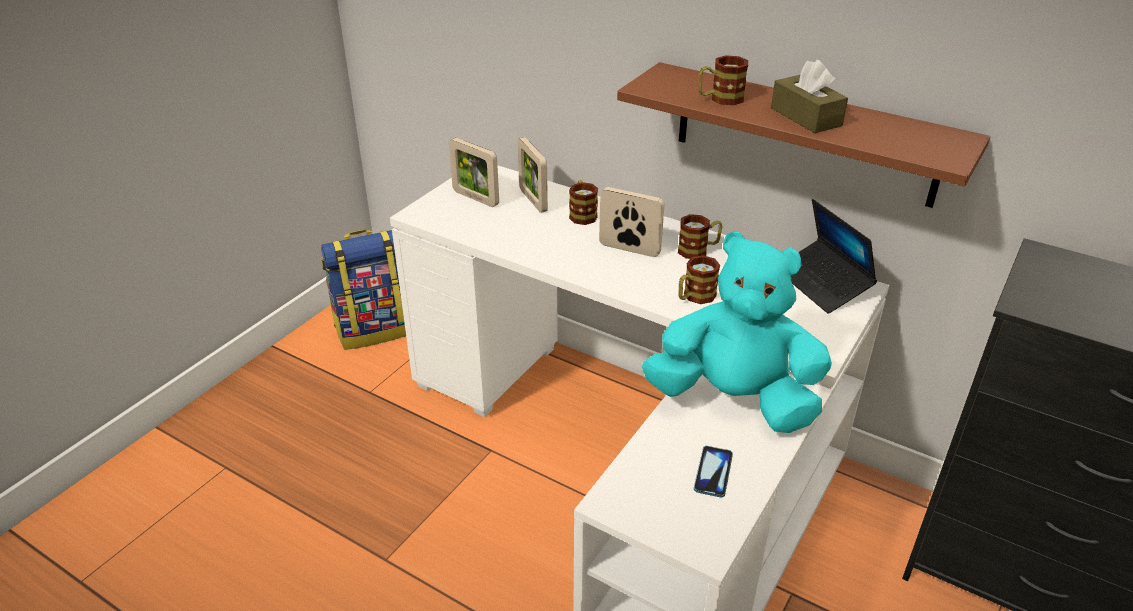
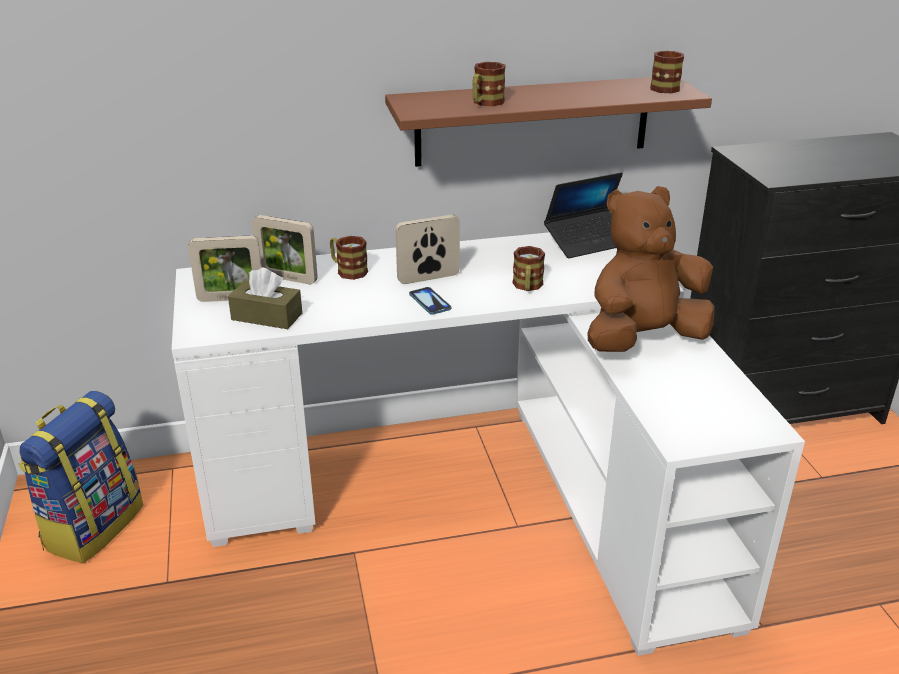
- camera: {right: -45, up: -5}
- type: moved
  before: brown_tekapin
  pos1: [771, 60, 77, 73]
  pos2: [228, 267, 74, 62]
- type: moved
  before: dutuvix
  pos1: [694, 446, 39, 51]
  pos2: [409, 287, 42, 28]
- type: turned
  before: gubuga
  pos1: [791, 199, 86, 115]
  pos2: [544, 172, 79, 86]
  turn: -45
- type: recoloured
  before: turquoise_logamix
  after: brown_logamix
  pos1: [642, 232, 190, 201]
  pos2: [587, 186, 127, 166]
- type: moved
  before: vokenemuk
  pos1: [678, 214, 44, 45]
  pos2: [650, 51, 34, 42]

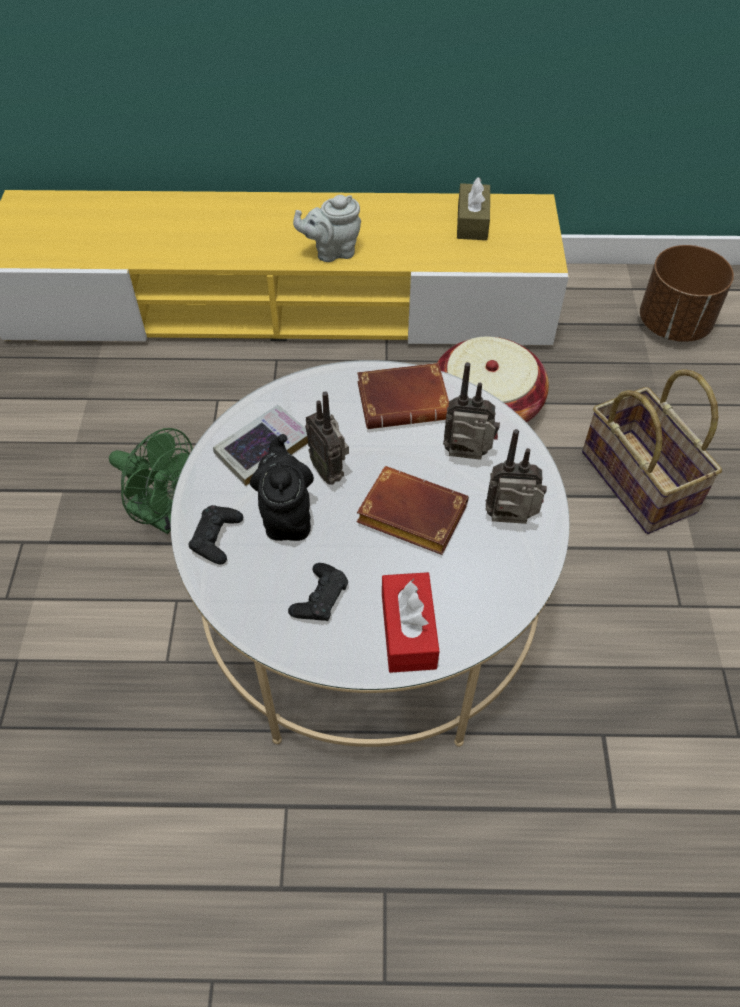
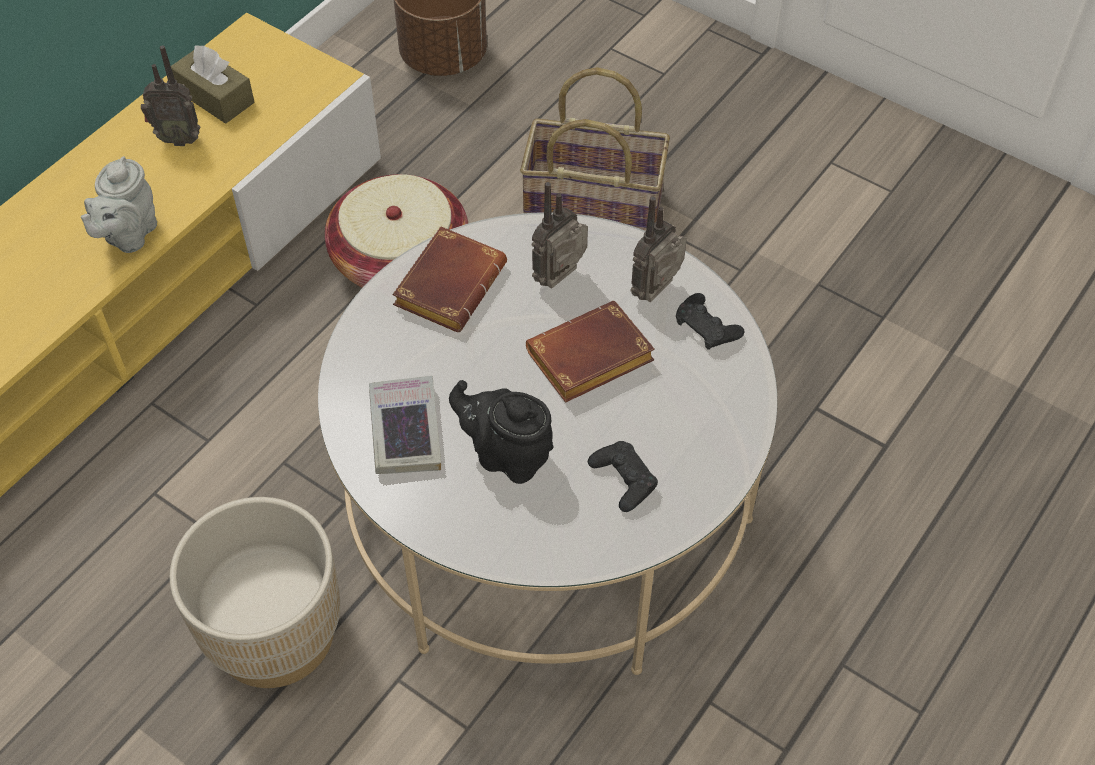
- camera: {right: -55, up: 0}
- type: moved
  before: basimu
  pos1: [305, 391, 44, 94]
  pos2: [141, 45, 59, 101]
- type: replaced
  before: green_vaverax
  after: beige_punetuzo
  pos1: [109, 428, 84, 106]
  pos2: [169, 497, 172, 191]
- type: moved
  before: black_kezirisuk
  pos1: [188, 505, 55, 59]
  pos2: [676, 293, 68, 57]
- type: removed
  before: red_tekapin
  pos1: [382, 572, 58, 101]

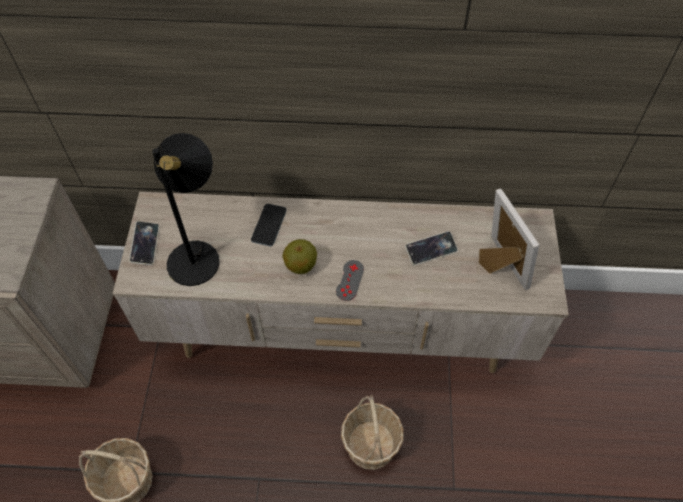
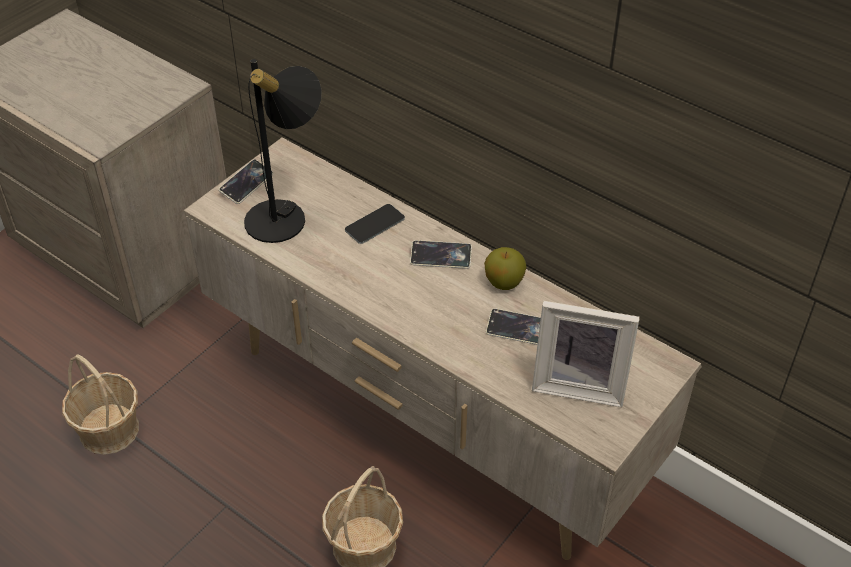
- camera: {right: 35, up: -10}
- type: added
  after: dutuvix
  pos2: [410, 240, 62, 29]
- type: moved
  before: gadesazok
  pos1: [282, 239, 35, 35]
  pos2: [484, 247, 42, 43]
- type: turned
  before: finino
  pos1: [479, 188, 60, 103]
  pos2: [532, 301, 108, 106]
  turn: 90
- type: removed
  before: grey_kezirisuk
  pos1: [336, 260, 28, 41]

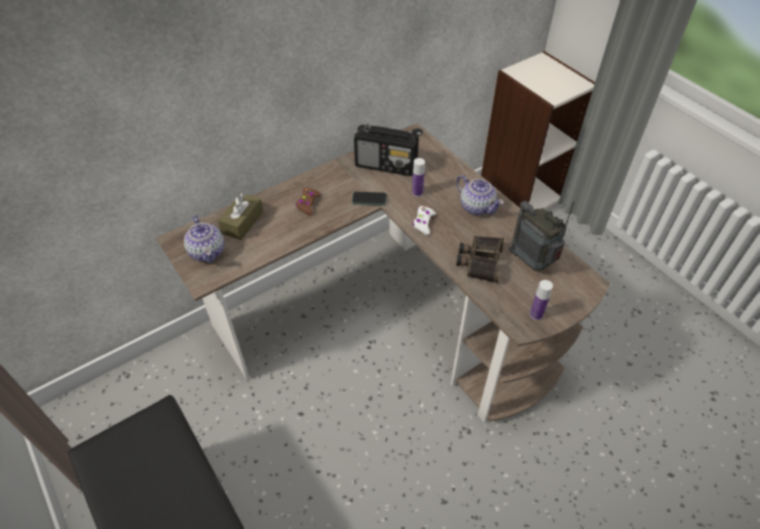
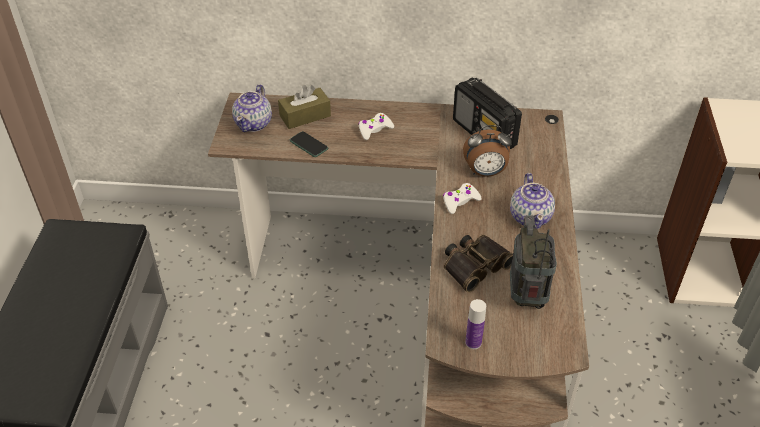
- camera: {right: 40, up: -5}
- type: moved
  before: dutuvix
  pos1: [352, 192, 35, 13]
  pos2: [290, 131, 38, 26]
- type: recoloured
  before: brown_kezirisuk
  after: white_kezirisuk
  pos1: [296, 188, 25, 28]
  pos2: [359, 113, 35, 27]
- type: replaced
  before: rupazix
  after: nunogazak
  pos1: [412, 158, 13, 39]
  pos2: [463, 125, 49, 52]

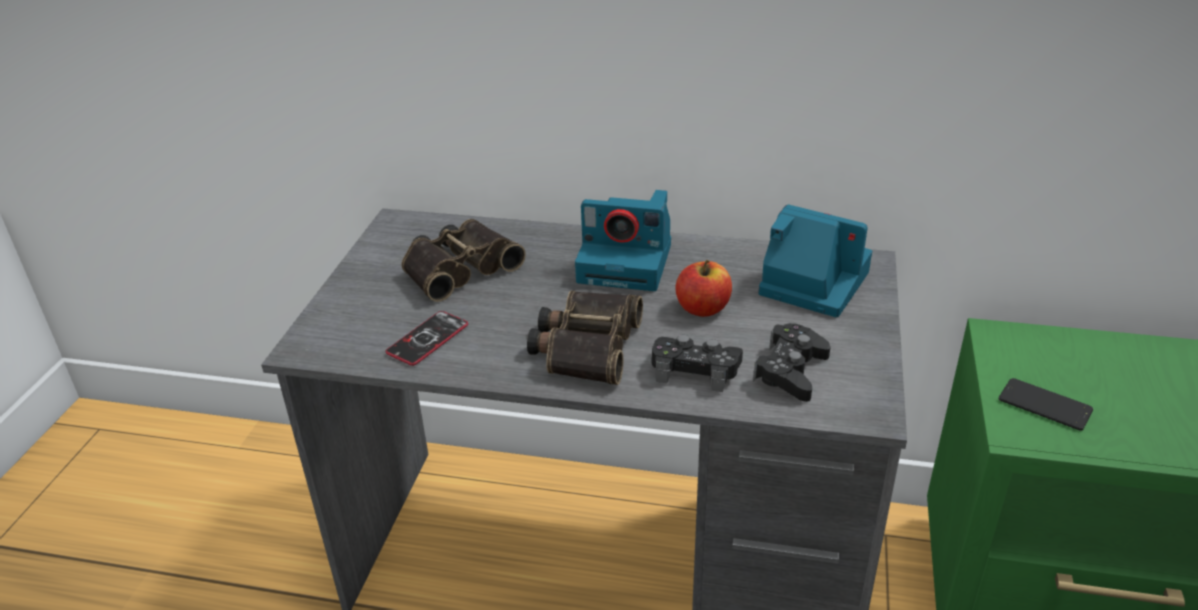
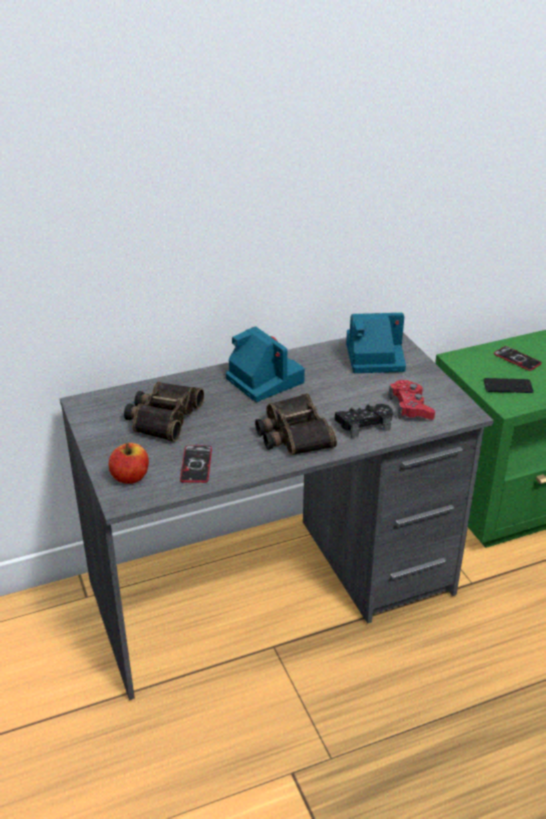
- camera: {right: -35, up: 0}
- type: moved
  before: gadesazok
  pos1: [675, 260, 57, 57]
  pos2: [109, 443, 40, 41]
- type: turned
  before: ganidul
  pos1: [575, 190, 96, 101]
  pos2: [226, 326, 79, 76]
  turn: -105
- type: recoloured
  before: black_kezirisuk
  after: red_kezirisuk
  pos1: [753, 323, 77, 79]
  pos2: [388, 380, 47, 40]
- type: added
  after: dutuvix
  pos2: [494, 346, 48, 25]

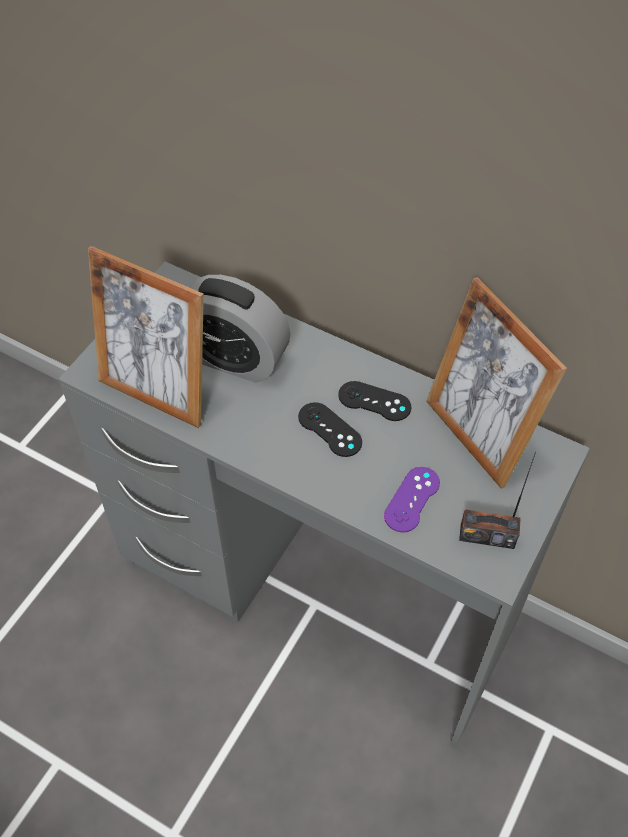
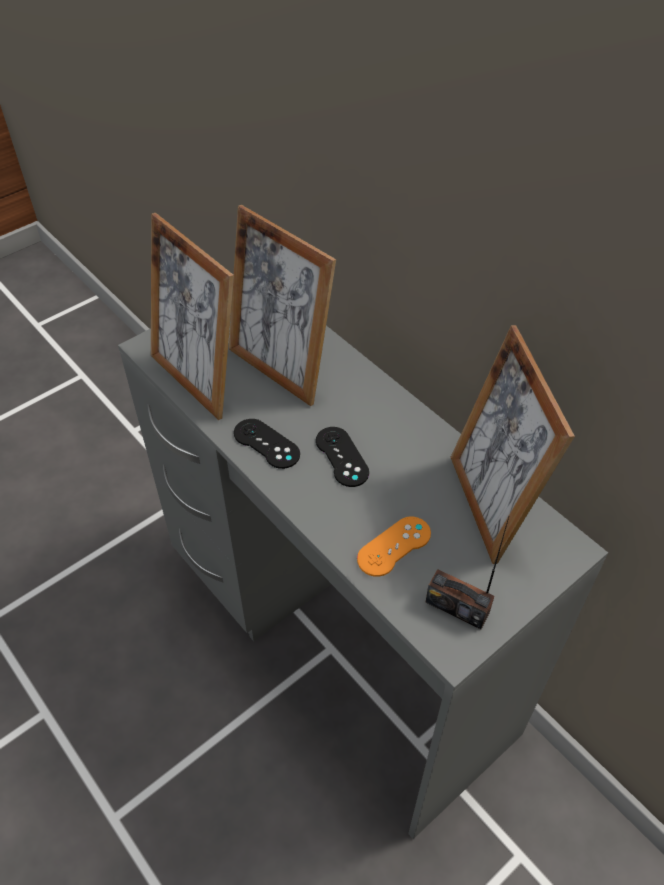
- camera: {right: 20, up: -5}
- type: replaced
  before: nunogazak
  after: finino
  pos1: [189, 275, 101, 108]
  pos2: [229, 205, 107, 201]
- type: moved
  before: black_kezirisuk
  pos1: [338, 381, 73, 40]
  pos2: [234, 419, 66, 50]
- type: recoloured
  before: purple_kezirisuk
  after: orange_kezirisuk
  pos1: [384, 467, 56, 66]
  pos2: [357, 517, 74, 60]

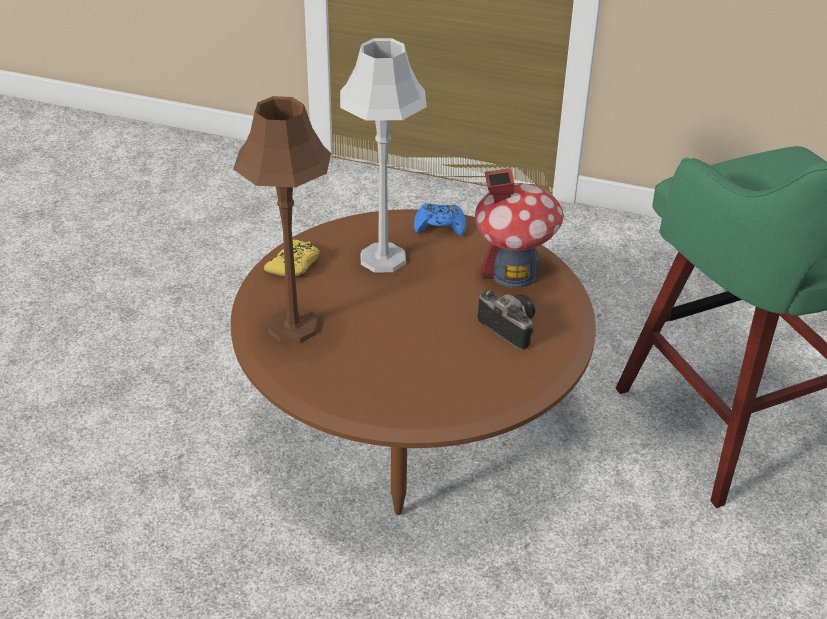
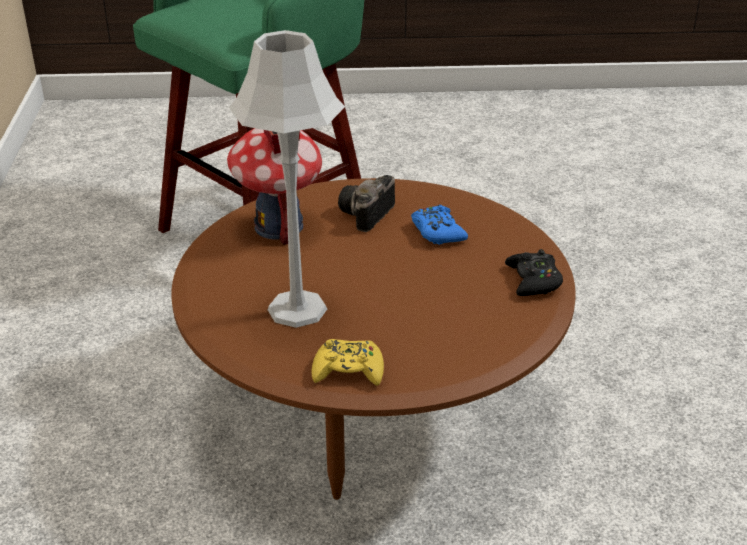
- camera: {right: -110, up: -5}
- type: moved
  before: blue_kezirisuk
  pos1: [414, 203, 52, 33]
  pos2: [411, 205, 57, 40]
- type: added
  after: black_kezirisuk
  pos2: [505, 249, 58, 47]
- type: removed
  before: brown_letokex
  pos1: [233, 96, 98, 247]

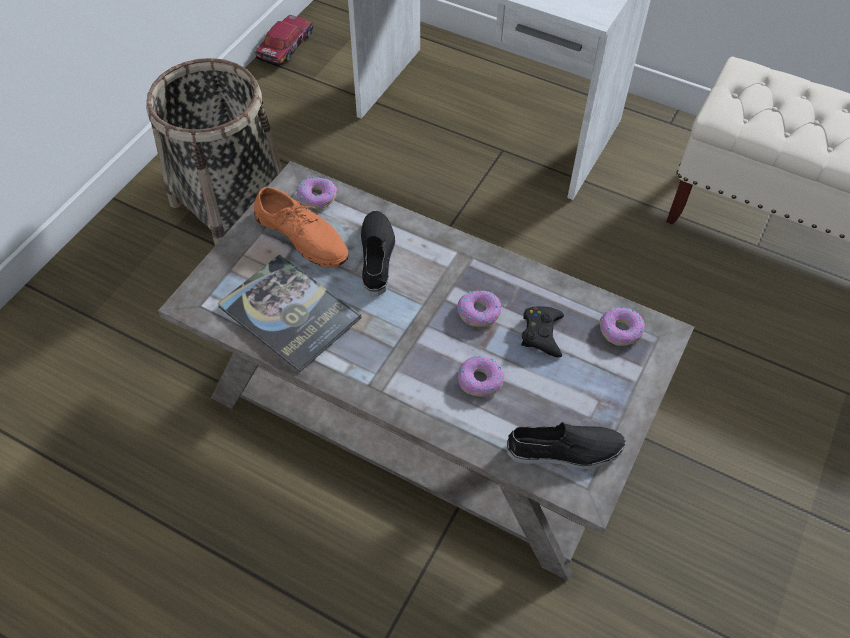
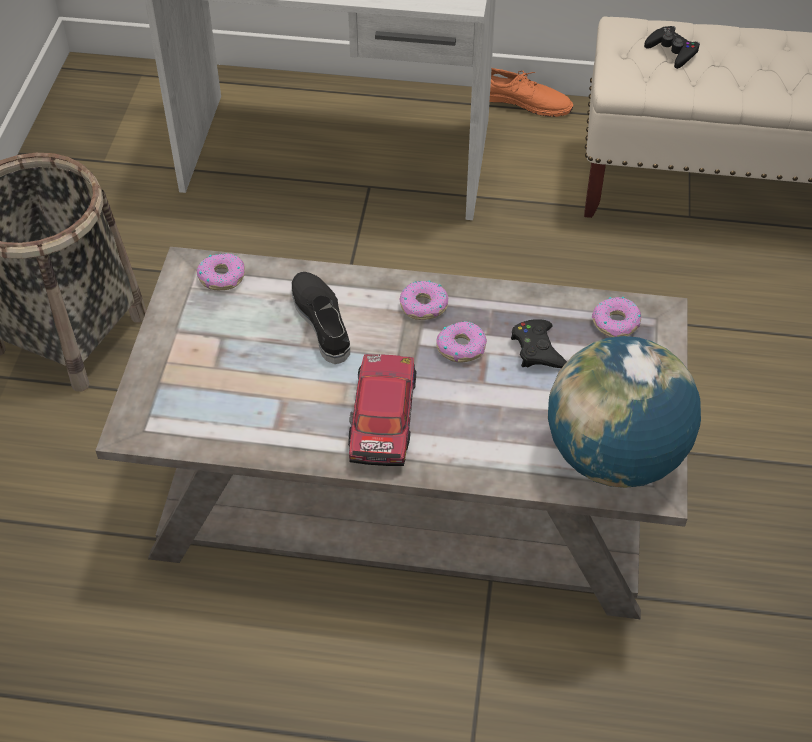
- camera: {right: -20, up: -5}
- type: moved
  before: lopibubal
  pos1: [255, 15, 58, 51]
  pos2: [348, 354, 68, 112]
- type: moved
  before: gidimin
  pos1: [458, 356, 46, 41]
  pos2: [399, 280, 49, 40]
- type: moved
  before: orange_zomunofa
  pos1: [254, 187, 95, 81]
  pos2: [490, 68, 83, 49]
- type: replaced
  before: black_zomunofa
  after: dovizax
  pos1: [506, 422, 120, 47]
  pos2: [548, 336, 153, 152]
- type: added
  after: black_kezirisuk
  pos2: [644, 26, 56, 43]
- type: removed
  before: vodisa
  pos1: [217, 254, 144, 118]

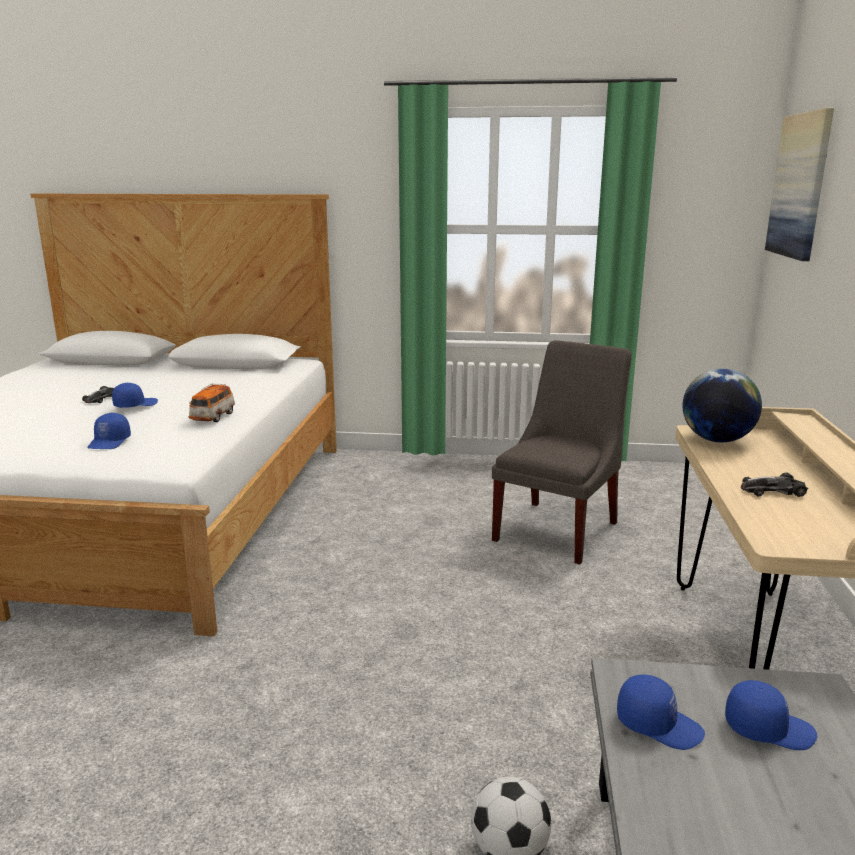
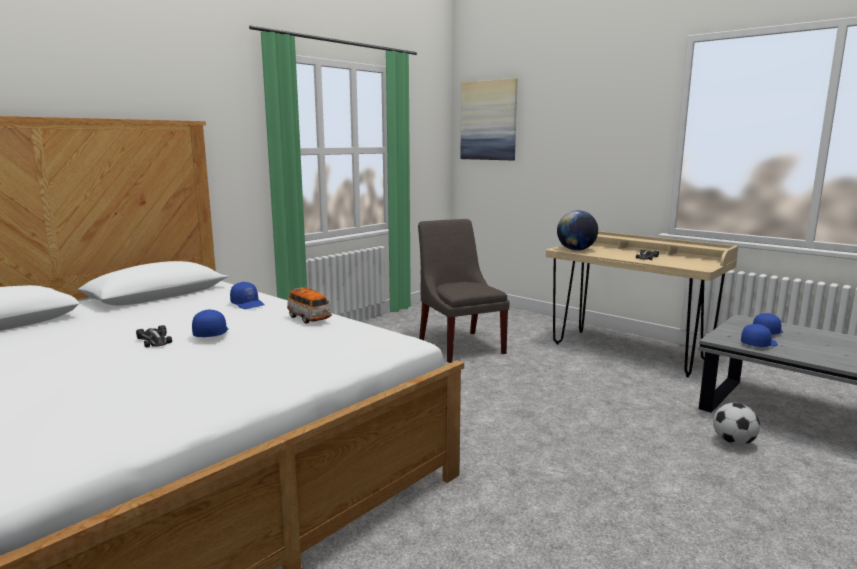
- camera: {right: -55, up: -5}
- type: moved
  before: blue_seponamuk
  pos1: [87, 413, 44, 36]
  pos2: [230, 282, 35, 27]

